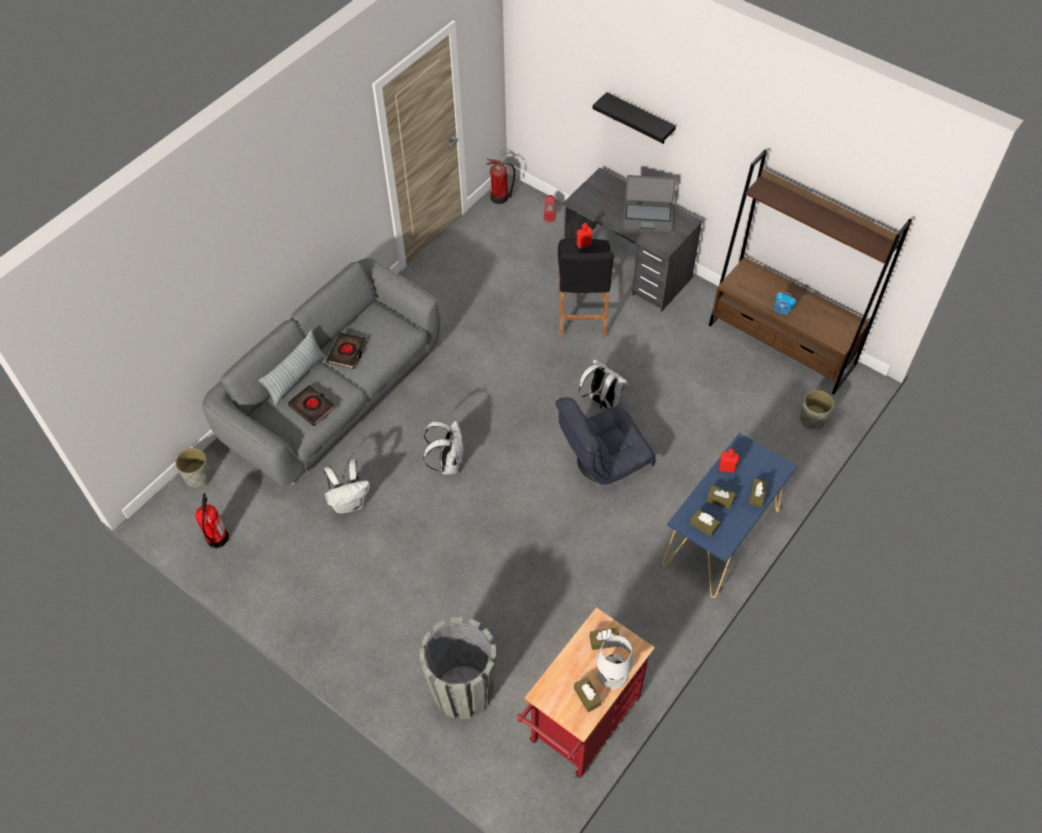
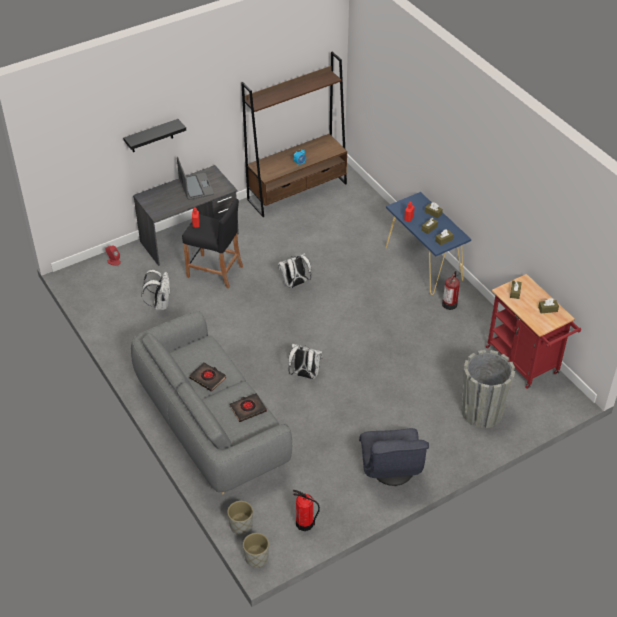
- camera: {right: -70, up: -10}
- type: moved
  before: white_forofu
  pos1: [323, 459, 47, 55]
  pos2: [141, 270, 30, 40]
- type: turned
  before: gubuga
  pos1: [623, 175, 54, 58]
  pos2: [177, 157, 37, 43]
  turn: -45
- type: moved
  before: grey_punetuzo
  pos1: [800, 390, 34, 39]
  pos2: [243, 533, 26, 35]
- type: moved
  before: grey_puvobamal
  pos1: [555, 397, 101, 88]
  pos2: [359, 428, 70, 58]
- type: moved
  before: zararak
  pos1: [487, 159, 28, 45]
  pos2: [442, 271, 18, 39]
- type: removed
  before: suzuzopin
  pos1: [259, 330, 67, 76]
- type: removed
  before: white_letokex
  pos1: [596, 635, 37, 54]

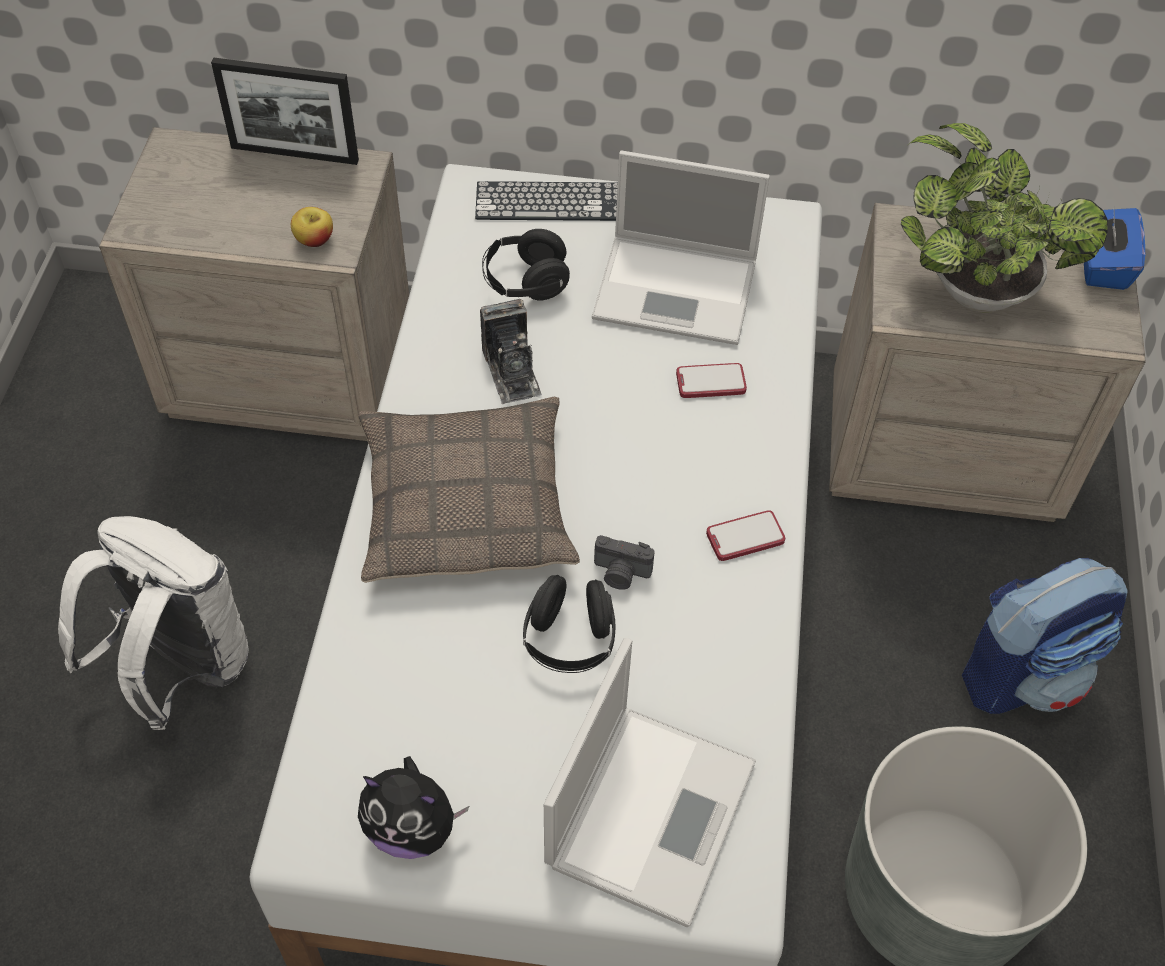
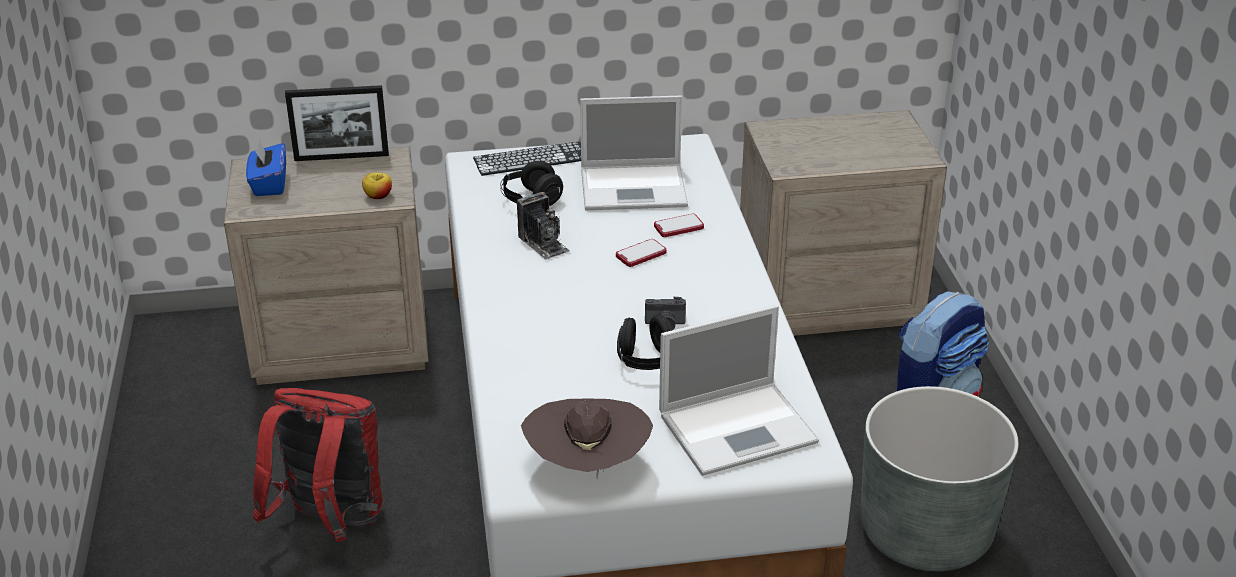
- camera: {right: -15, up: -20}
- type: moved
  before: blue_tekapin
  pos1: [1084, 208, 61, 82]
  pos2: [246, 140, 40, 56]
- type: recoloured
  before: white_forofu
  after: red_forofu
  pos1: [58, 516, 191, 214]
  pos2: [253, 388, 130, 154]
- type: replaced
  before: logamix
  after: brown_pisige
  pos1: [358, 756, 111, 103]
  pos2: [521, 399, 132, 80]
- type: moved
  before: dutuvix
  pos1: [706, 510, 79, 51]
  pos2: [616, 239, 51, 28]
- type: turned
  before: gubuga
  pos1: [544, 638, 212, 289]
  pos2: [659, 305, 160, 171]
  turn: 60
- type: removed
  before: suzuzopin
  pos1: [358, 397, 222, 186]
- type: removed
  before: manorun
  pos1: [901, 123, 207, 189]

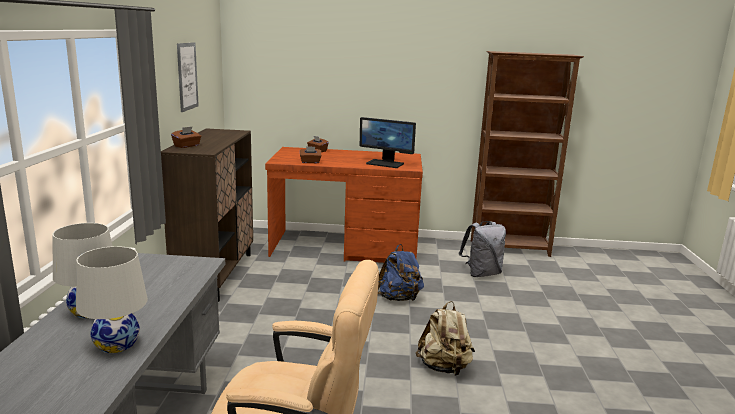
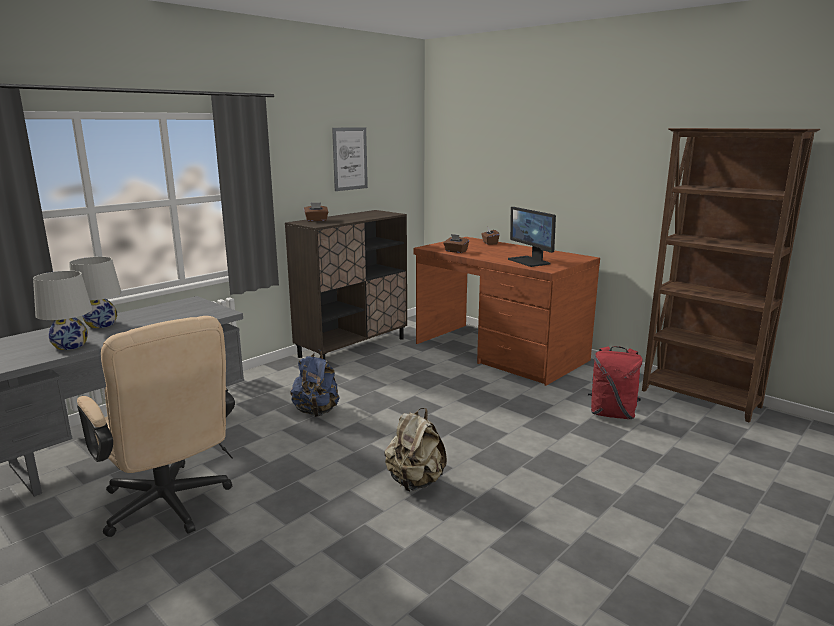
- camera: {right: 40, up: 0}
- type: moved
  before: blue_forofu
  pos1: [378, 244, 46, 57]
  pos2: [291, 350, 49, 67]
- type: recoloured
  before: grey_forofu
  after: red_forofu
  pos1: [459, 221, 47, 56]
  pos2: [588, 346, 55, 73]

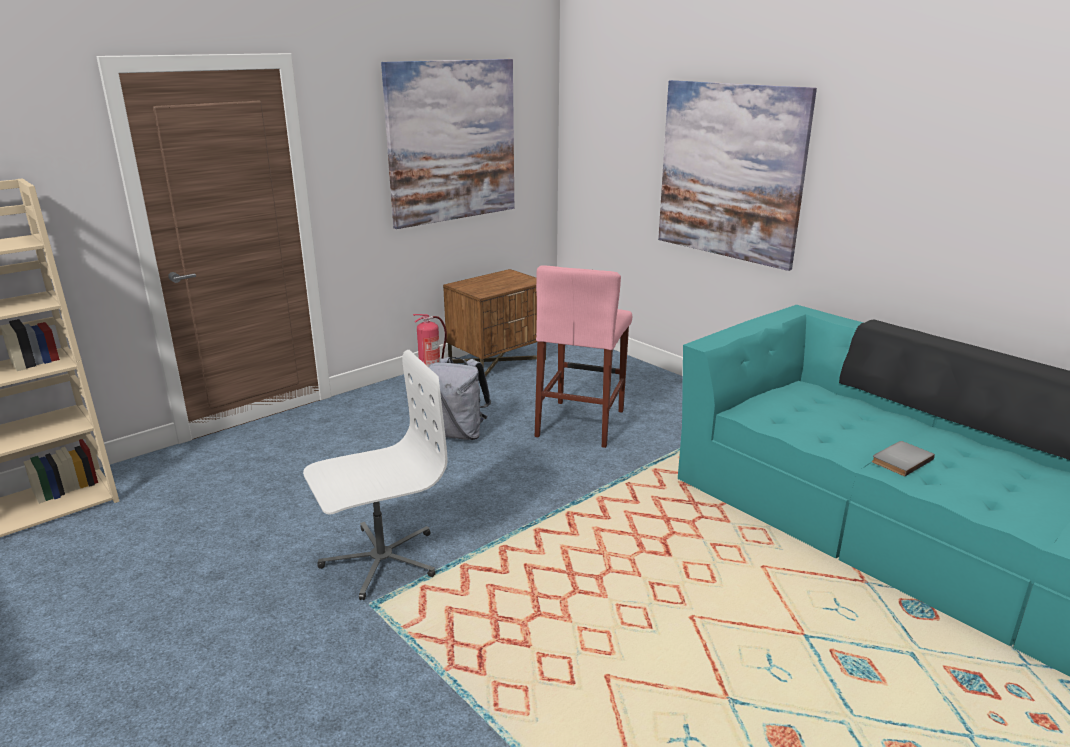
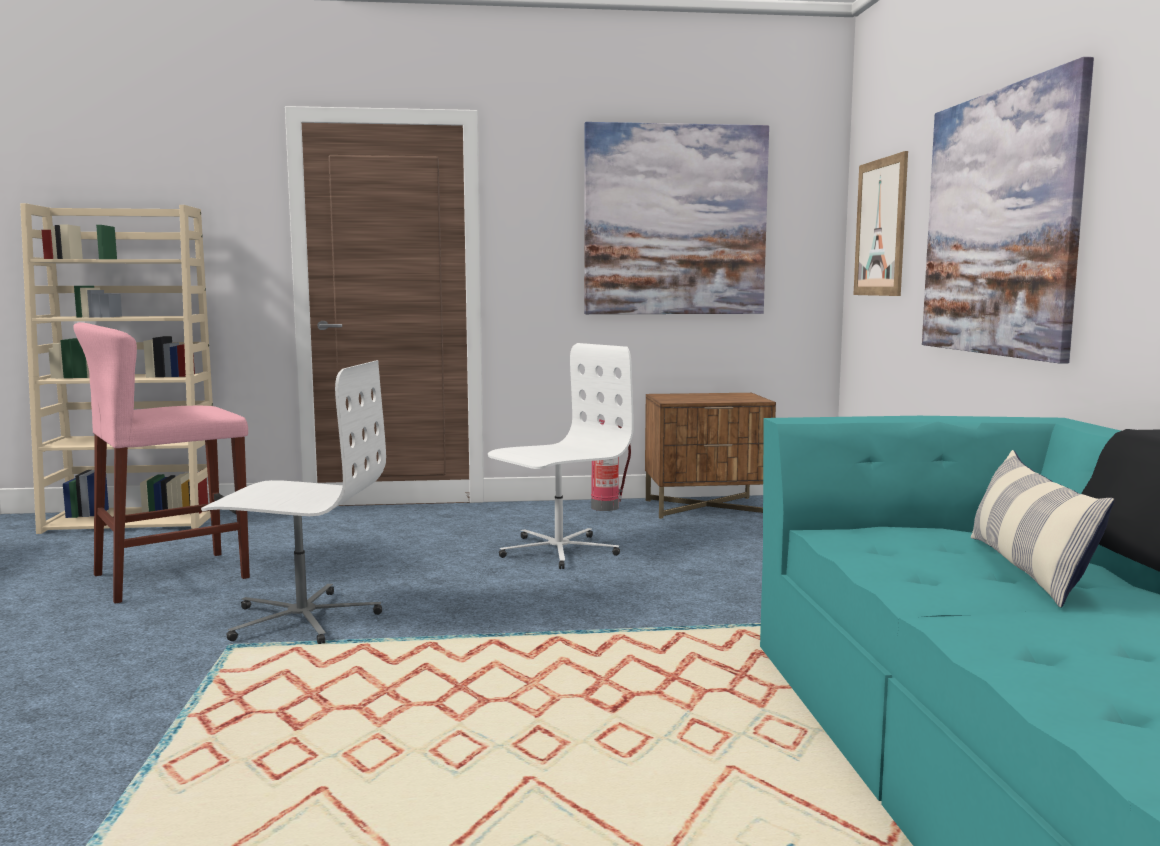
- camera: {right: 35, up: -15}
- type: moved
  before: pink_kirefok
  pos1: [535, 265, 97, 183]
  pos2: [73, 322, 177, 282]
- type: replaced
  before: grey_forofu
  after: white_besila
  pos1: [428, 357, 63, 83]
  pos2: [488, 343, 146, 226]
- type: added
  after: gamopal
  pos2: [853, 151, 55, 145]
- type: added
  after: suzuzopin
  pos2: [971, 450, 144, 158]
- type: removed
  before: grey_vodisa
  pos1: [872, 441, 63, 36]

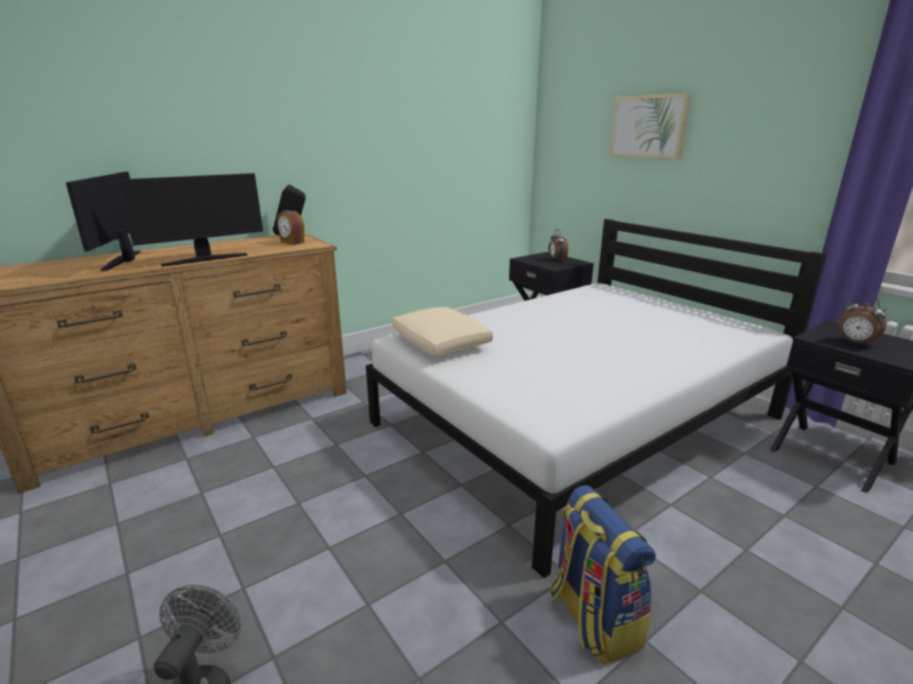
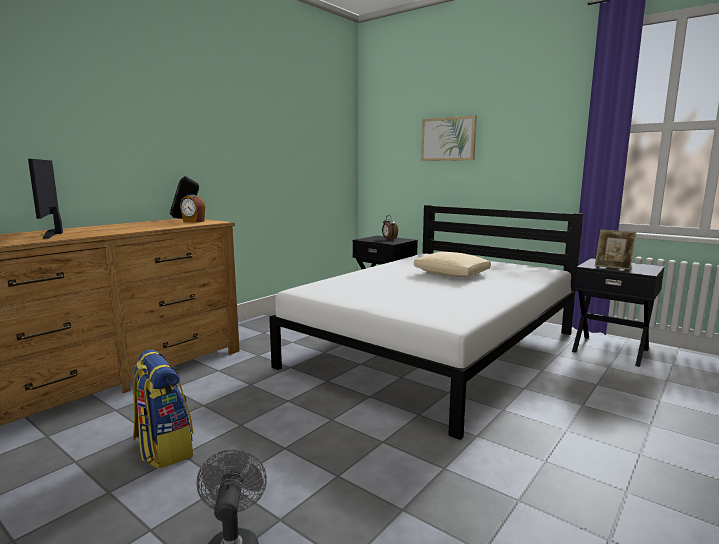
- camera: {right: -15, up: -10}
- type: moved
  before: forofu
  pos1: [550, 485, 106, 180]
  pos2: [133, 349, 60, 120]
- type: moved
  before: beige_suzuzopin
  pos1: [392, 307, 101, 49]
  pos2: [414, 252, 77, 25]
- type: replaced
  before: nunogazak
  after: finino
  pos1: [839, 295, 48, 52]
  pos2: [595, 229, 41, 41]
- type: removed
  before: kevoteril
  pos1: [117, 173, 146, 94]

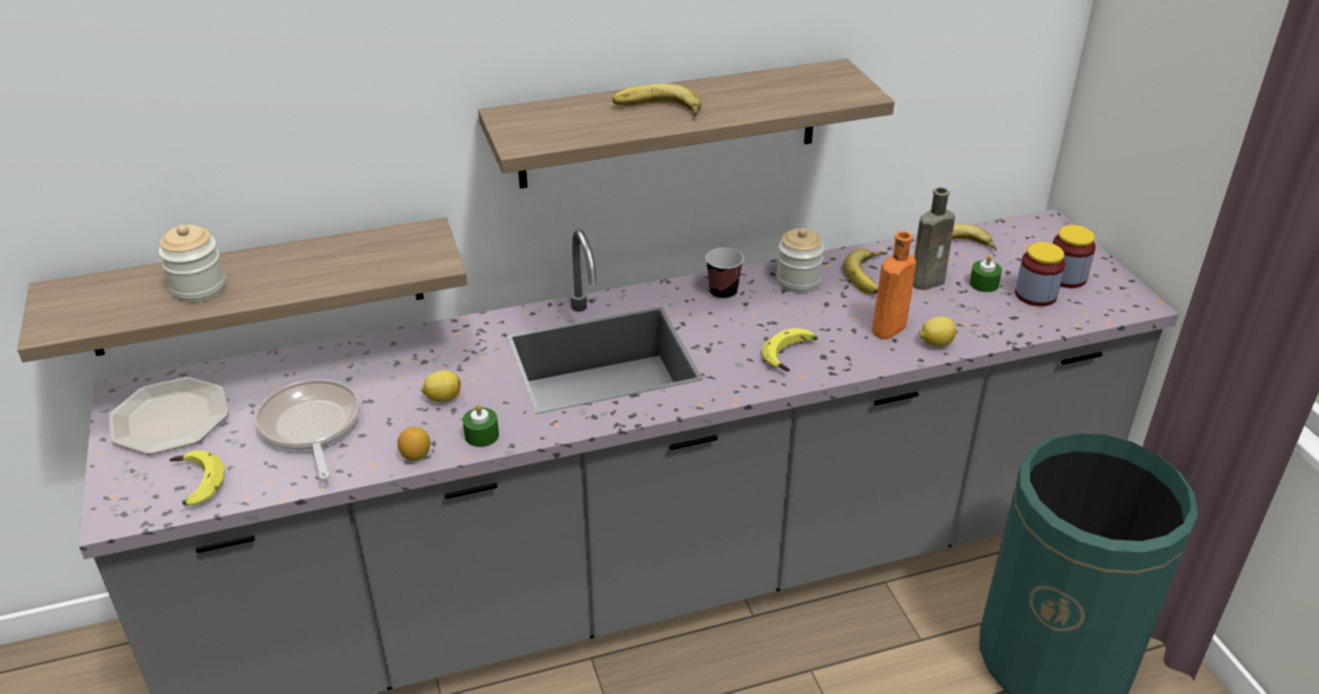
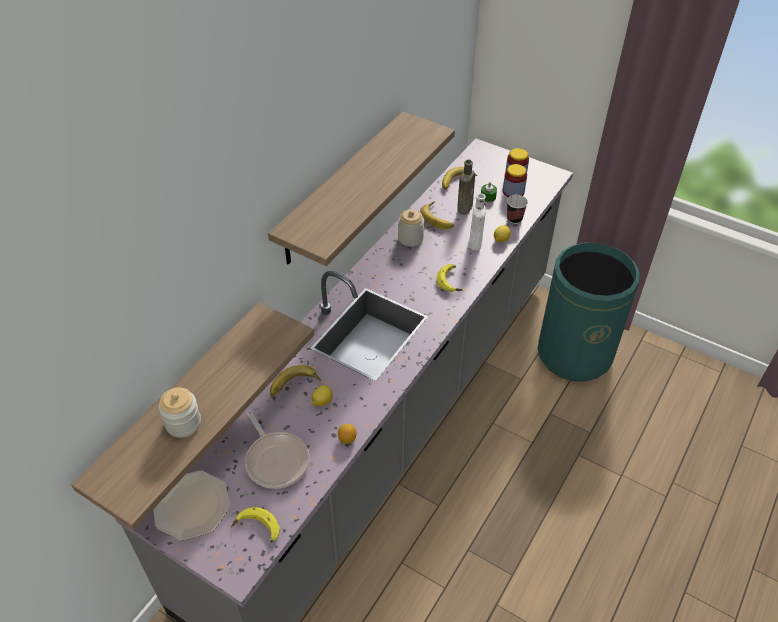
- camera: {right: -40, up: 10}
- type: turned
  before: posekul
  pos1: [255, 379, 105, 101]
  pos2: [245, 410, 65, 79]
  turn: -150
- type: moved
  before: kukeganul
  pos1: [612, 84, 90, 32]
  pos2: [270, 365, 51, 31]
- type: recoloured
  before: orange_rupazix
  after: white_rupazix
  pos1: [872, 231, 44, 108]
  pos2: [469, 193, 17, 58]
- type: moved
  before: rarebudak
  pos1: [706, 248, 38, 52]
  pos2: [507, 195, 21, 29]
- type: removed
  before: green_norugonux
  pos1: [463, 404, 36, 43]

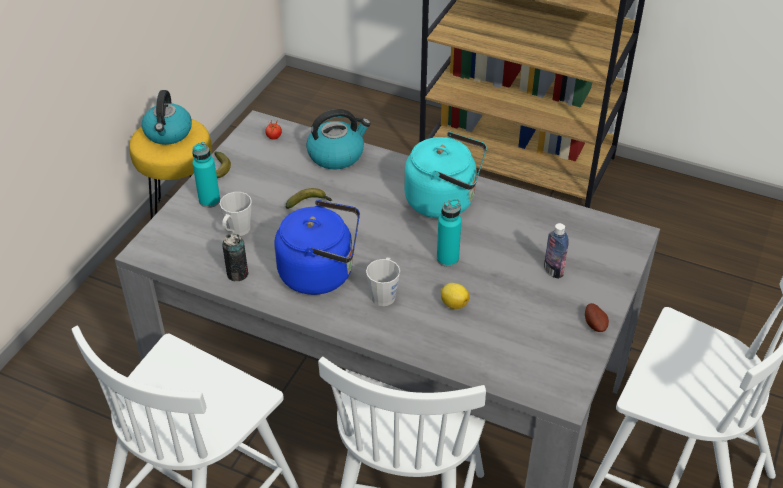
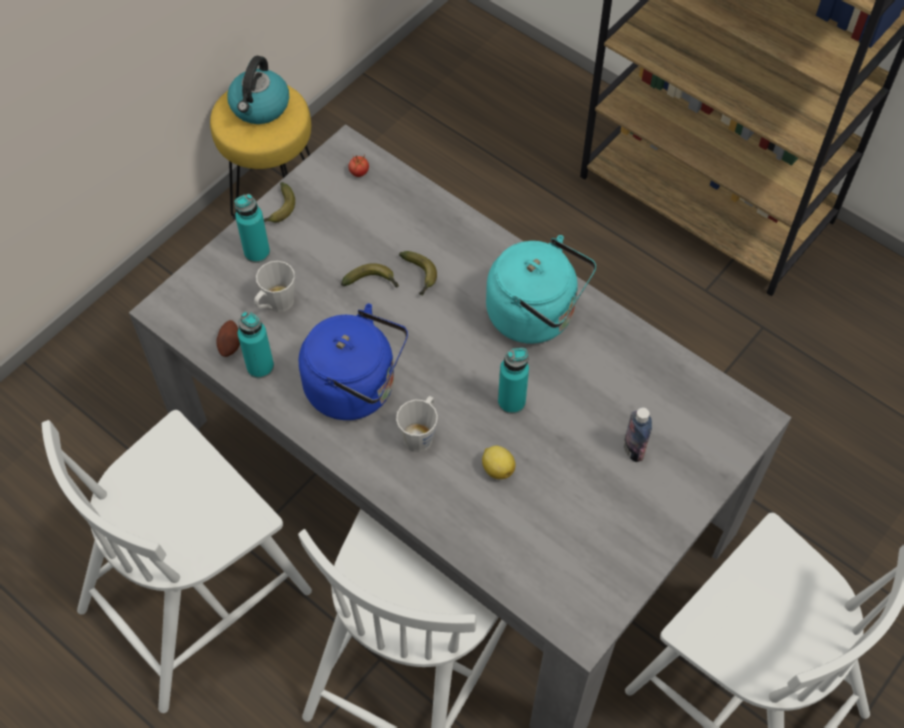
- camera: {right: 15, up: 15}
- type: moved
  before: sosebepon
  pos1: [585, 303, 24, 29]
  pos2: [216, 320, 24, 37]
- type: replaced
  before: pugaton
  after: turquoise_rupazix
  pos1: [222, 233, 27, 48]
  pos2: [238, 311, 36, 68]
- type: added
  after: kukeganul
  pos2: [399, 251, 38, 45]
- type: removed
  before: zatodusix
  pos1: [306, 109, 65, 60]

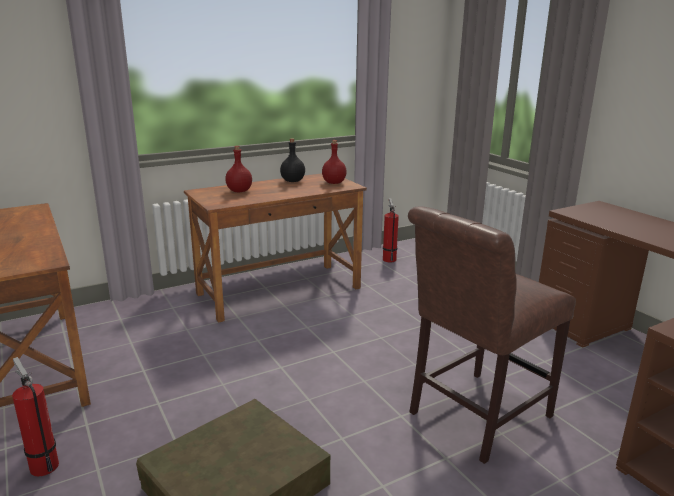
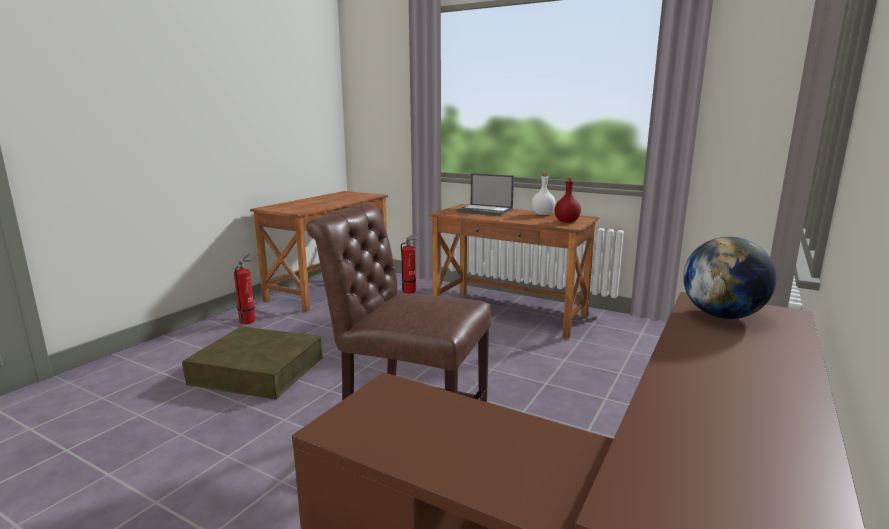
- camera: {right: 60, up: -5}
- type: moved
  before: zararak
  pos1: [383, 198, 16, 64]
  pos2: [401, 233, 18, 60]
- type: replaced
  before: red_rupazix
  after: gubuga
  pos1: [225, 146, 27, 46]
  pos2: [456, 173, 58, 43]
- type: recoloured
  before: black_rupazix
  after: white_rupazix
  pos1: [280, 138, 25, 44]
  pos2: [532, 173, 24, 42]
- type: added
  after: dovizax
  pos2: [683, 237, 93, 82]

